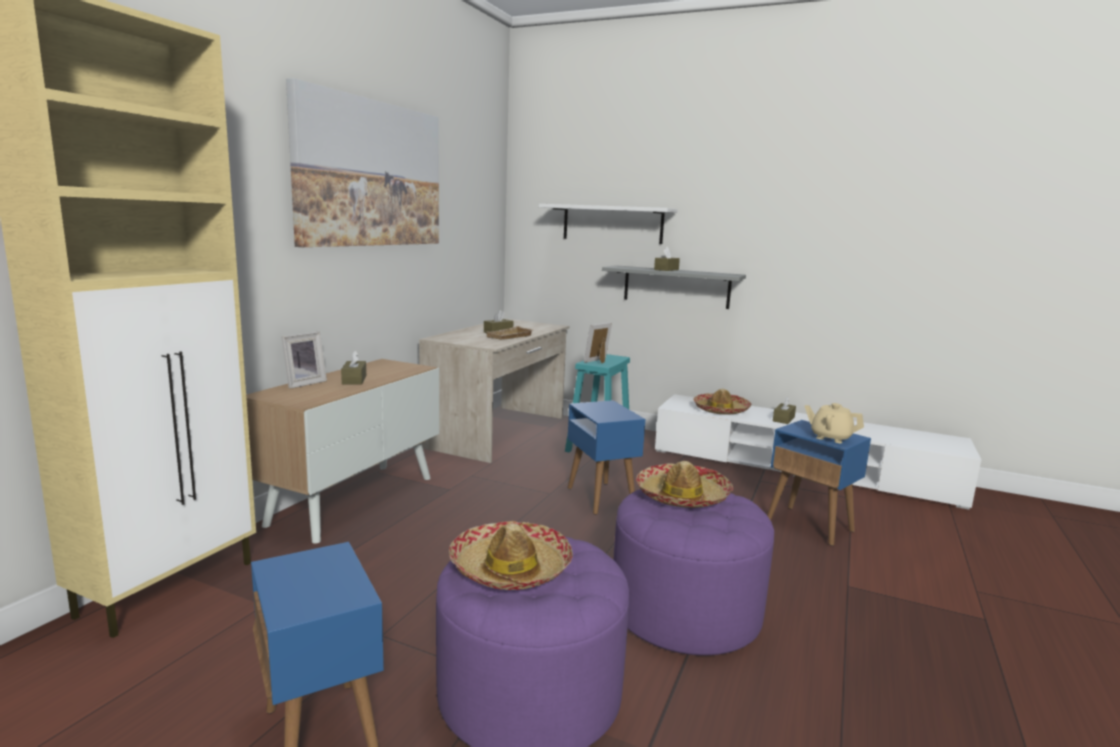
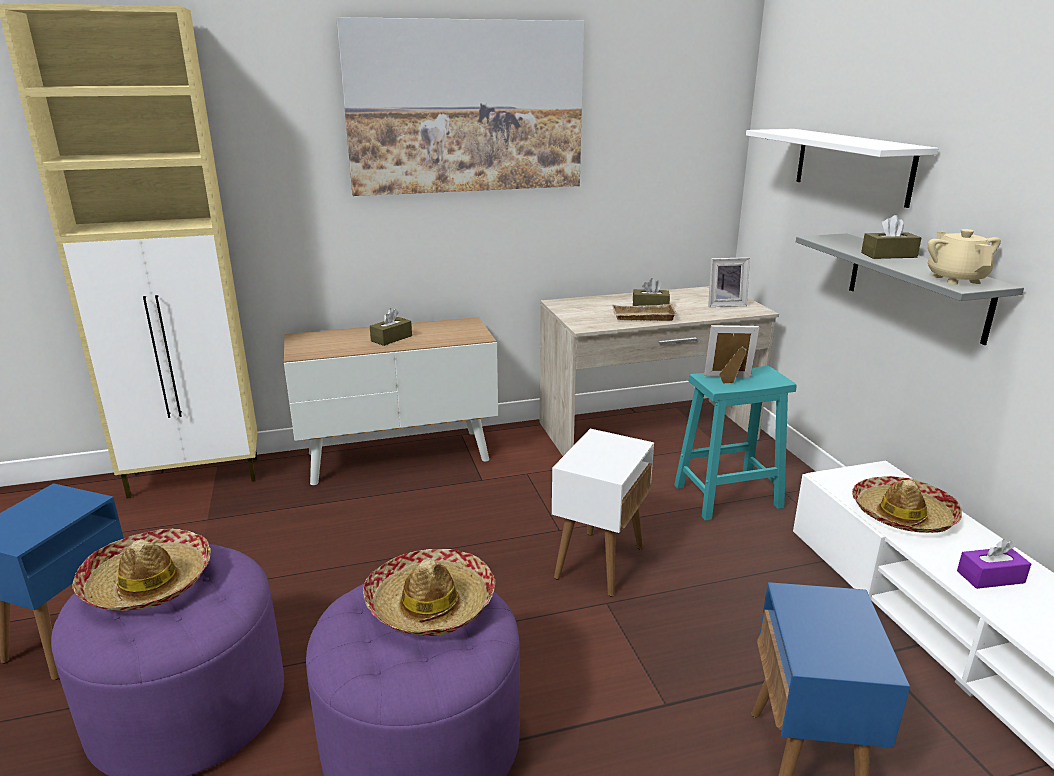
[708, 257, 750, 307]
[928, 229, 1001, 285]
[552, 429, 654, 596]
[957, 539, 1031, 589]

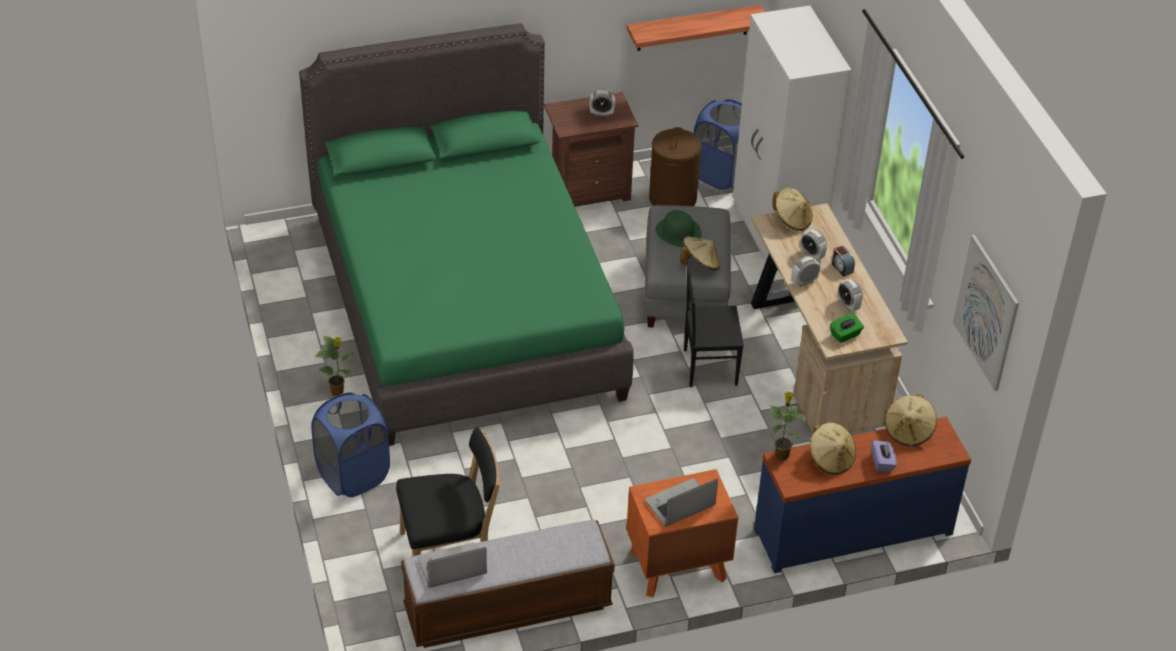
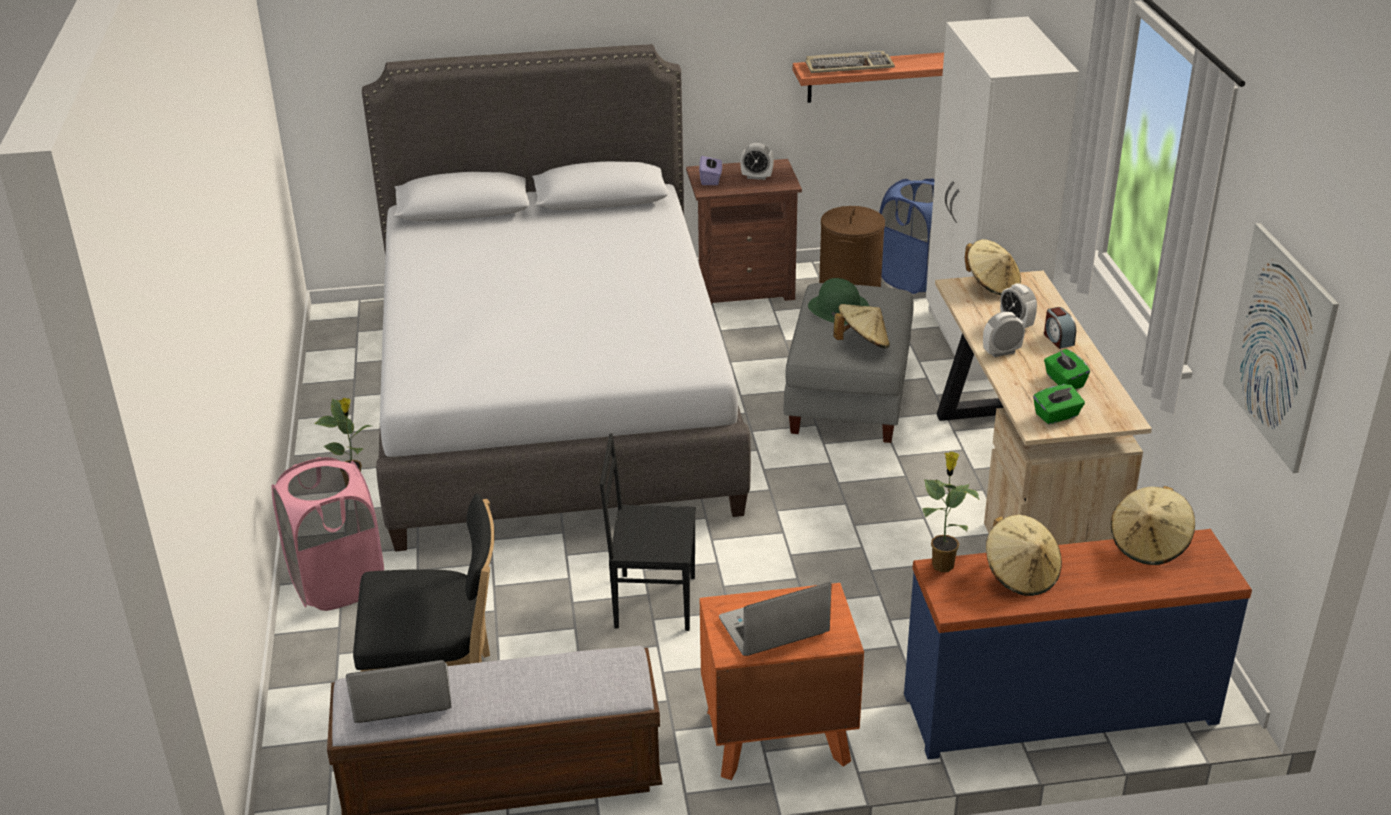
[805, 51, 895, 73]
[600, 433, 696, 631]
[699, 154, 722, 185]
[1044, 349, 1090, 389]
[362, 44, 751, 552]
[271, 457, 384, 611]

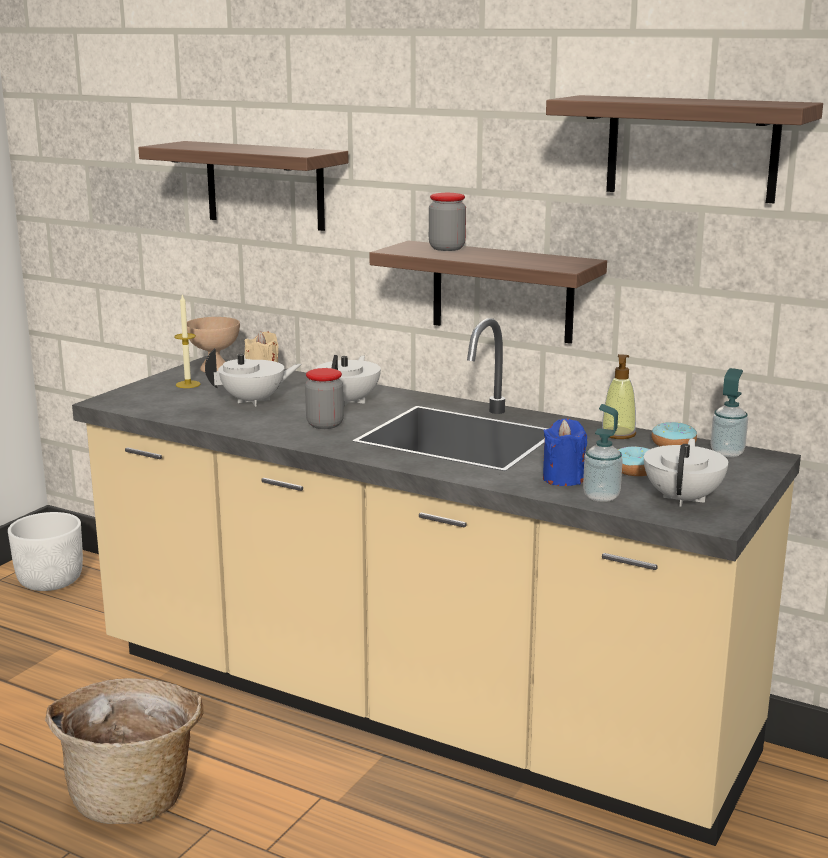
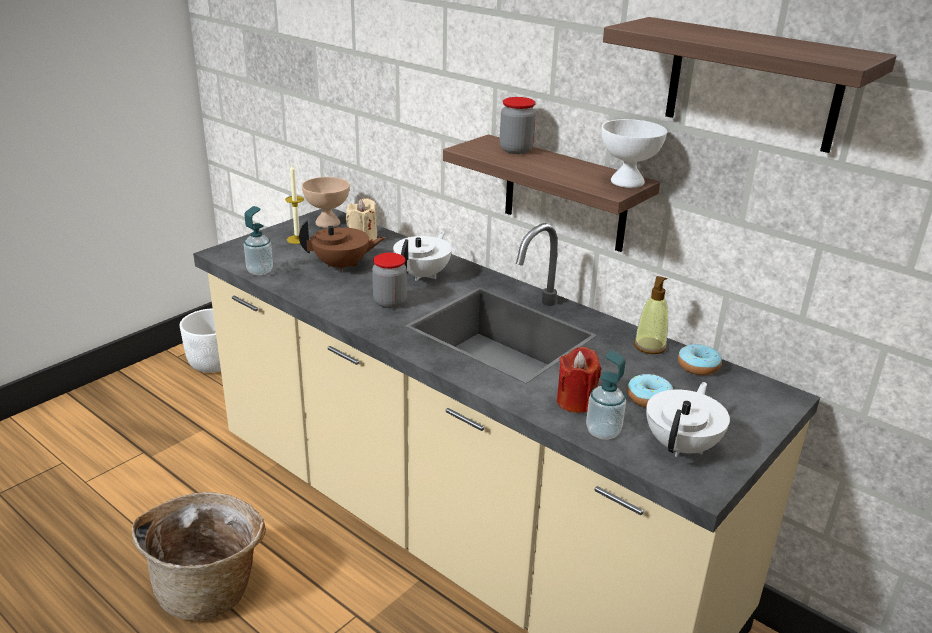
[138, 141, 349, 231] (first image)
[601, 119, 667, 188]
[244, 206, 273, 275]
[299, 220, 386, 273]
[557, 347, 601, 413]

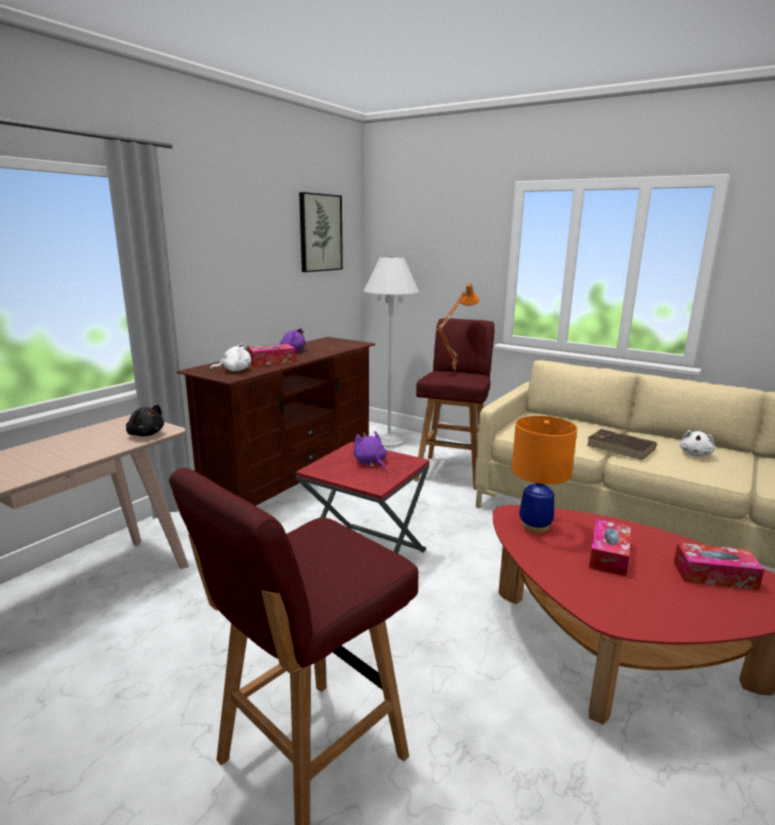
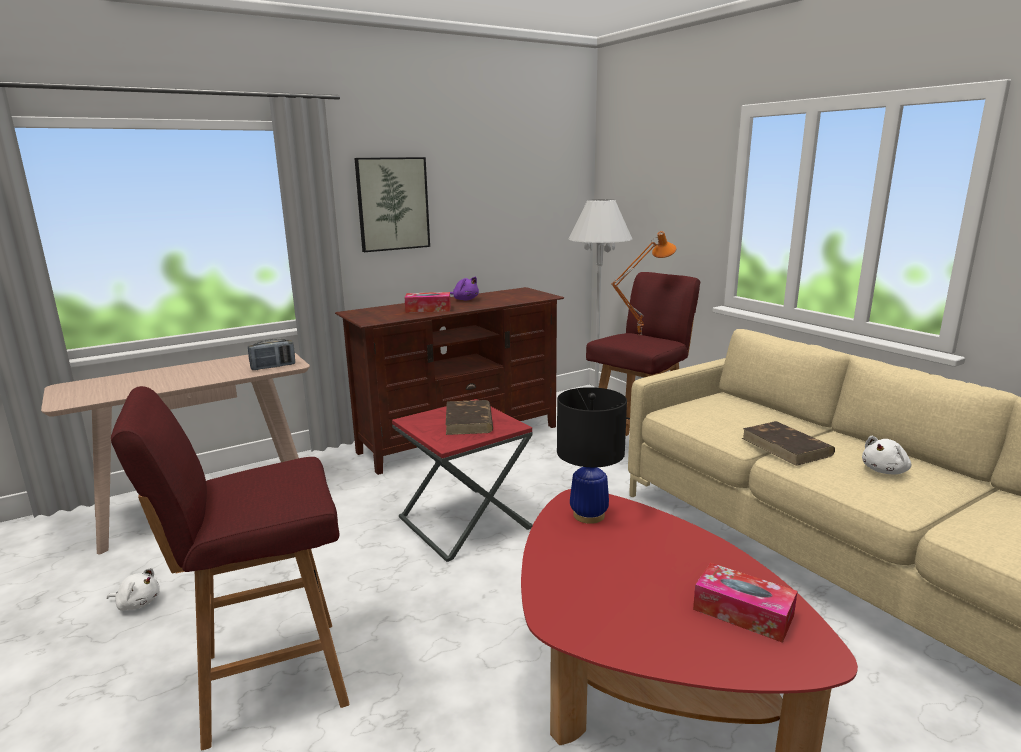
[589, 519, 631, 577] (first image)
[107, 568, 160, 611]
[354, 157, 430, 252]
[248, 339, 295, 370]
[446, 400, 493, 435]
[557, 387, 627, 524]

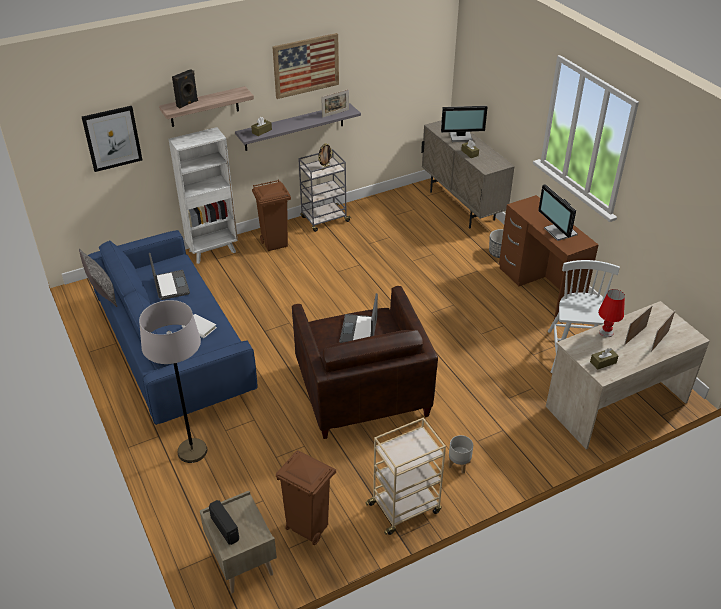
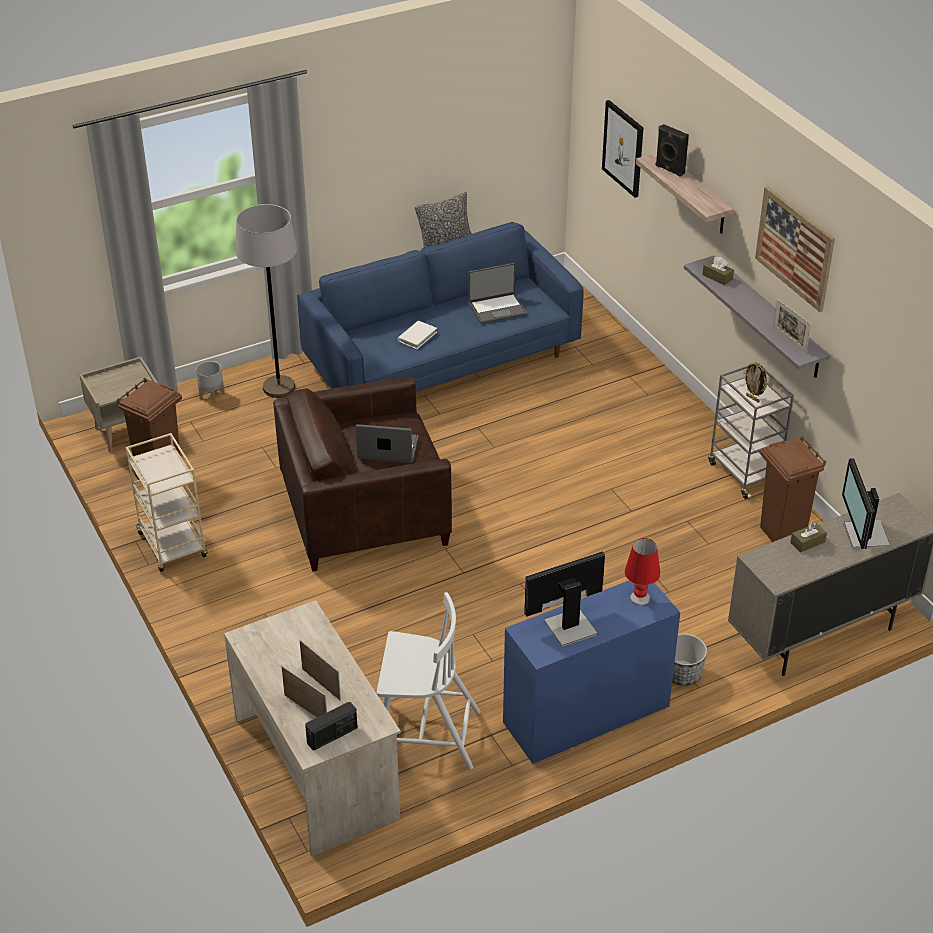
[169, 127, 238, 264] (first image)
[590, 348, 618, 370] (first image)
[305, 702, 357, 750]
[760, 436, 827, 542]
[196, 361, 225, 404]
[625, 538, 660, 605]
[503, 580, 680, 764]

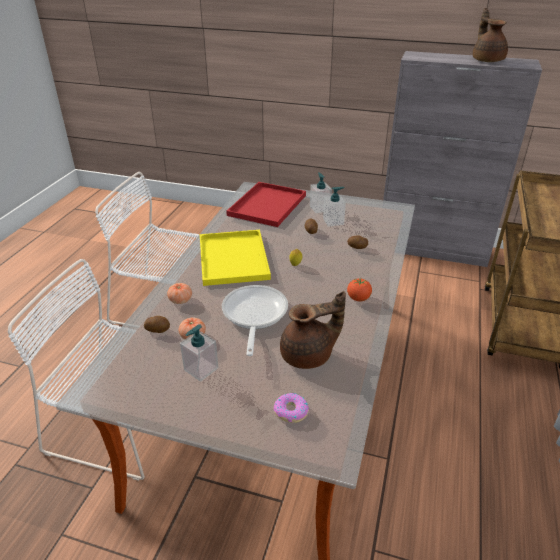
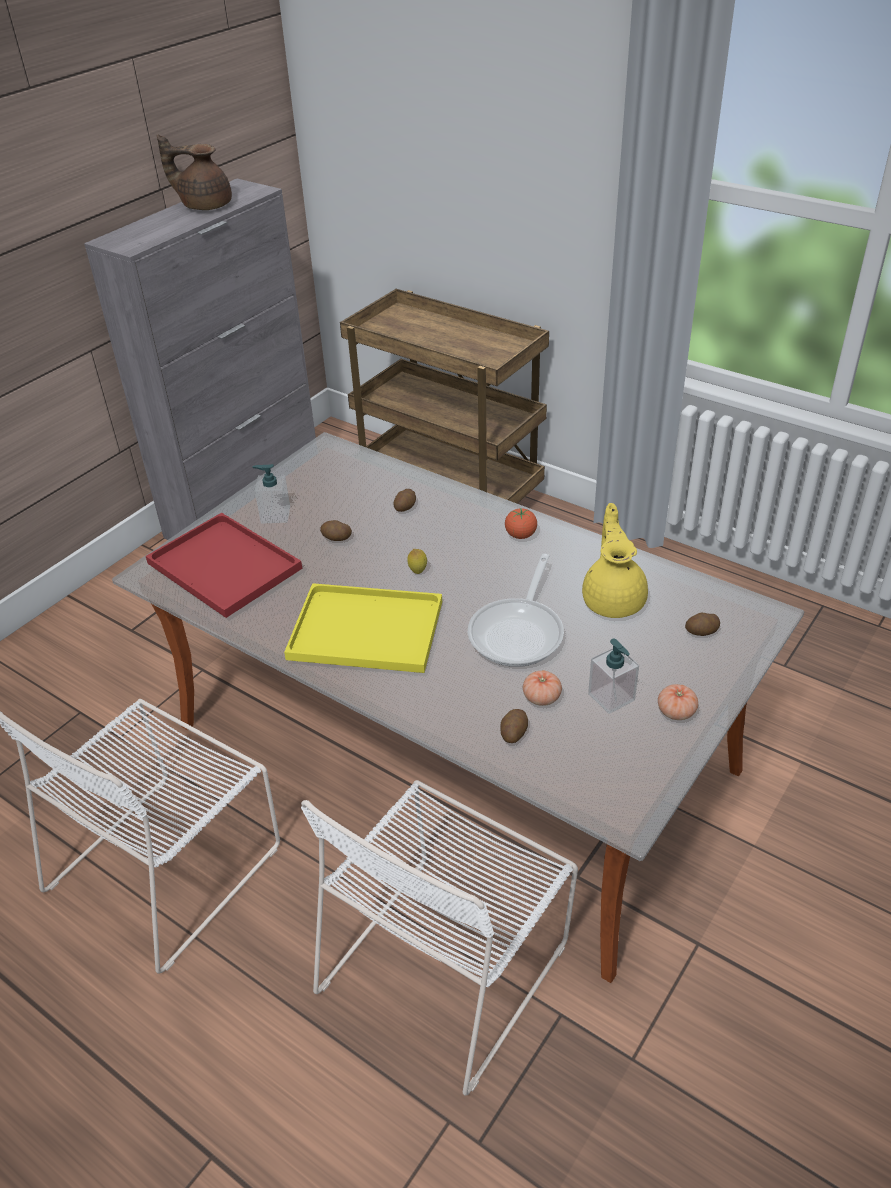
[323, 187, 346, 227] (first image)
[658, 684, 698, 720]
[685, 613, 720, 636]
[582, 503, 648, 618]
[468, 554, 564, 667]

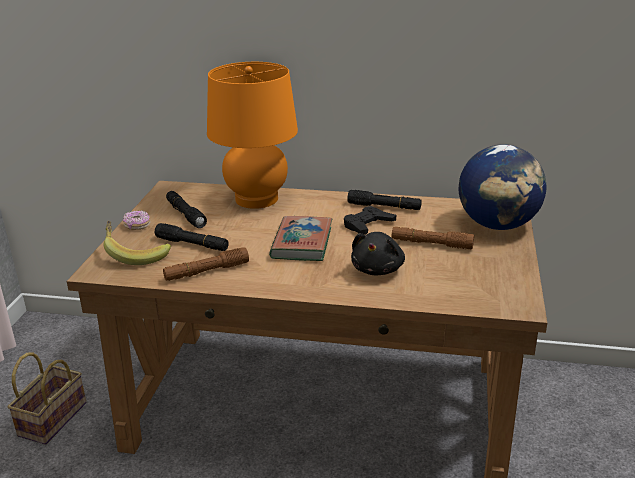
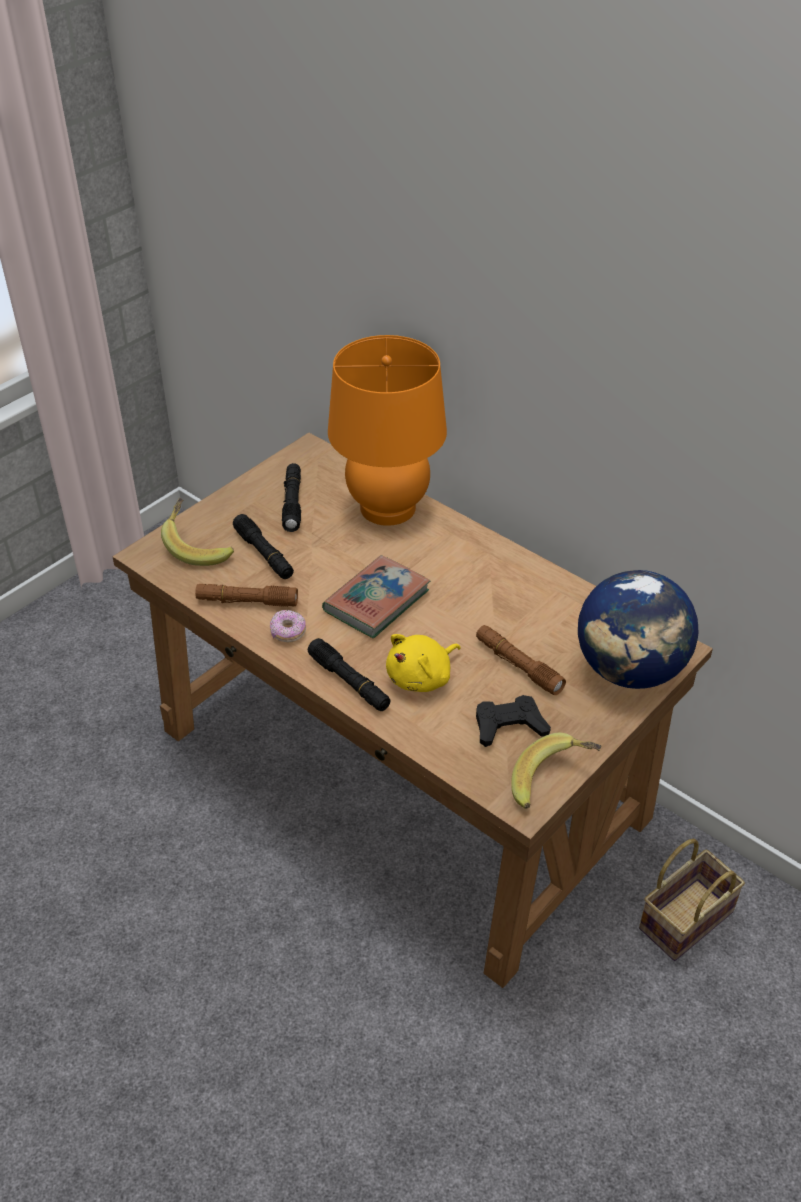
[511, 733, 601, 809]
[639, 838, 745, 961]
[270, 610, 306, 642]
[476, 695, 551, 747]
[308, 638, 390, 711]
[386, 634, 460, 692]

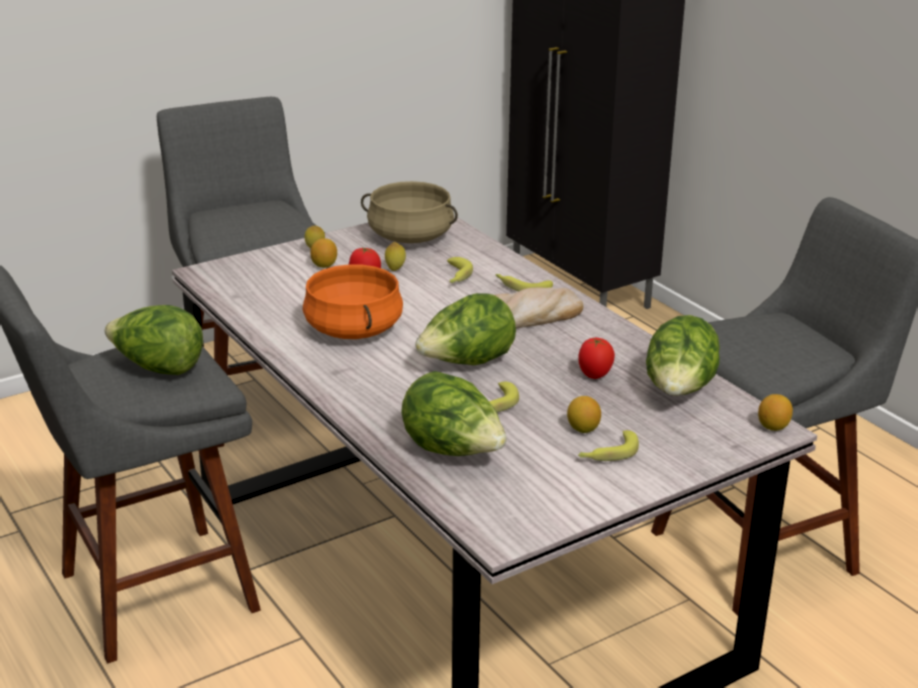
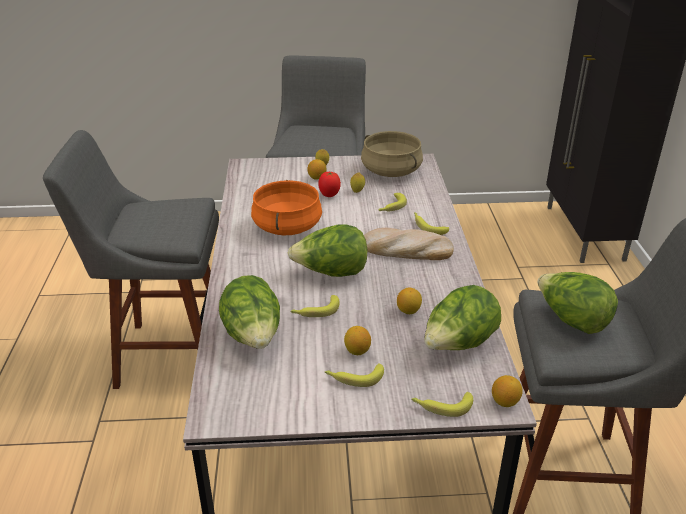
[411, 392, 473, 417]
[538, 272, 618, 334]
[397, 288, 422, 314]

